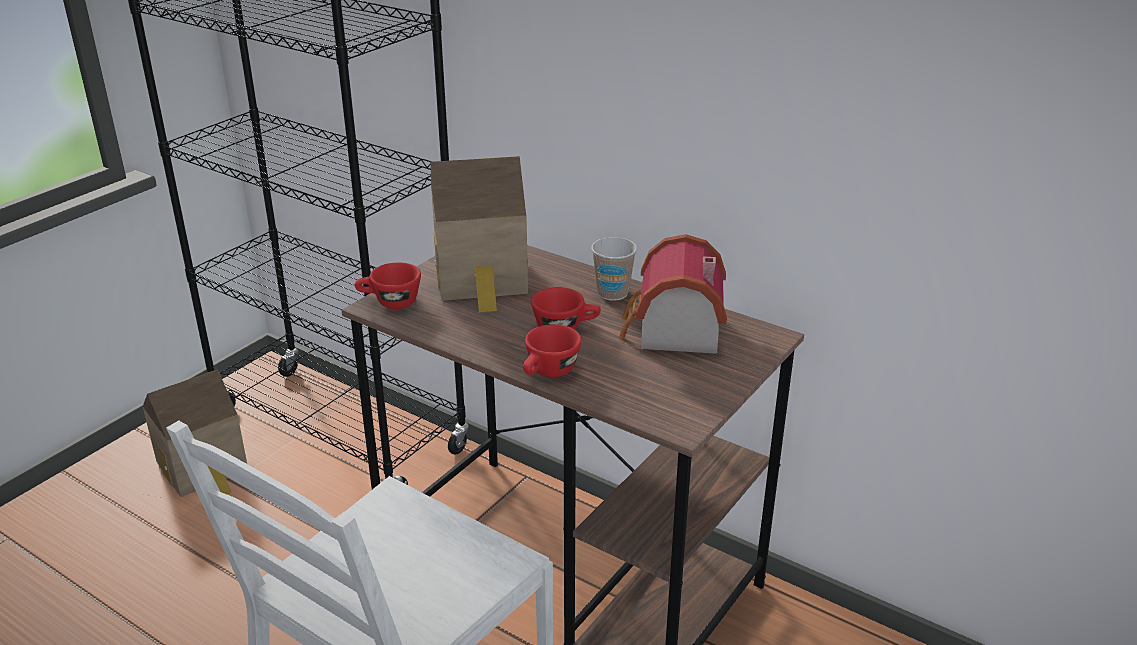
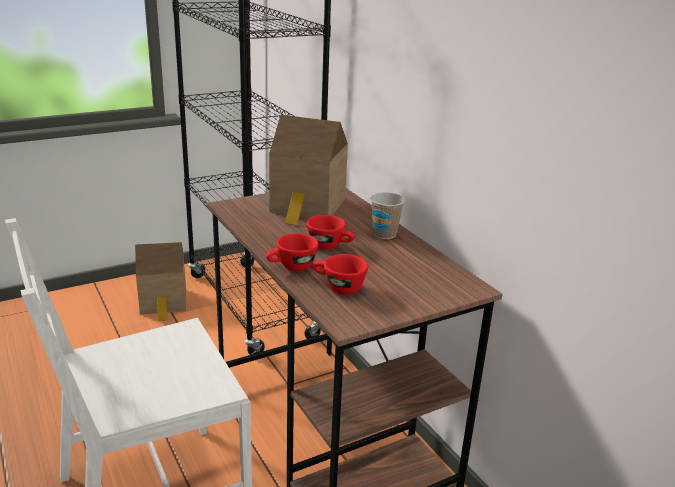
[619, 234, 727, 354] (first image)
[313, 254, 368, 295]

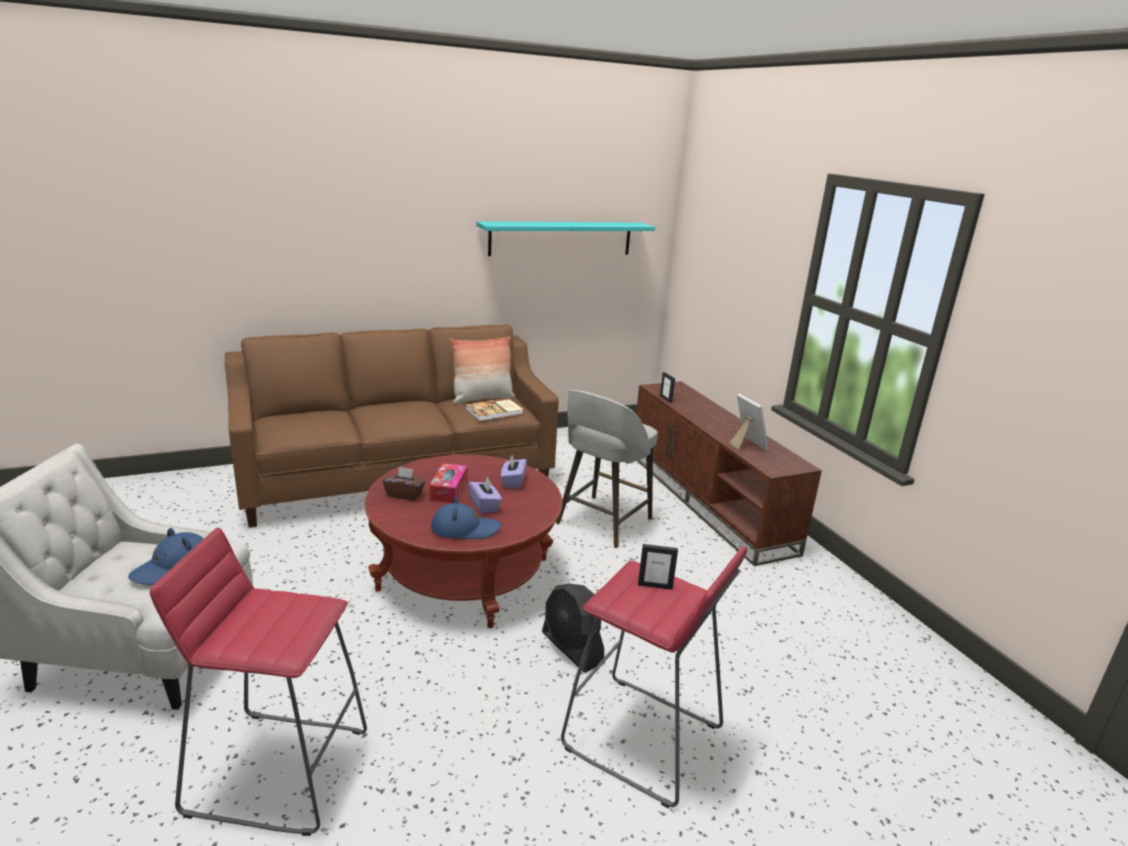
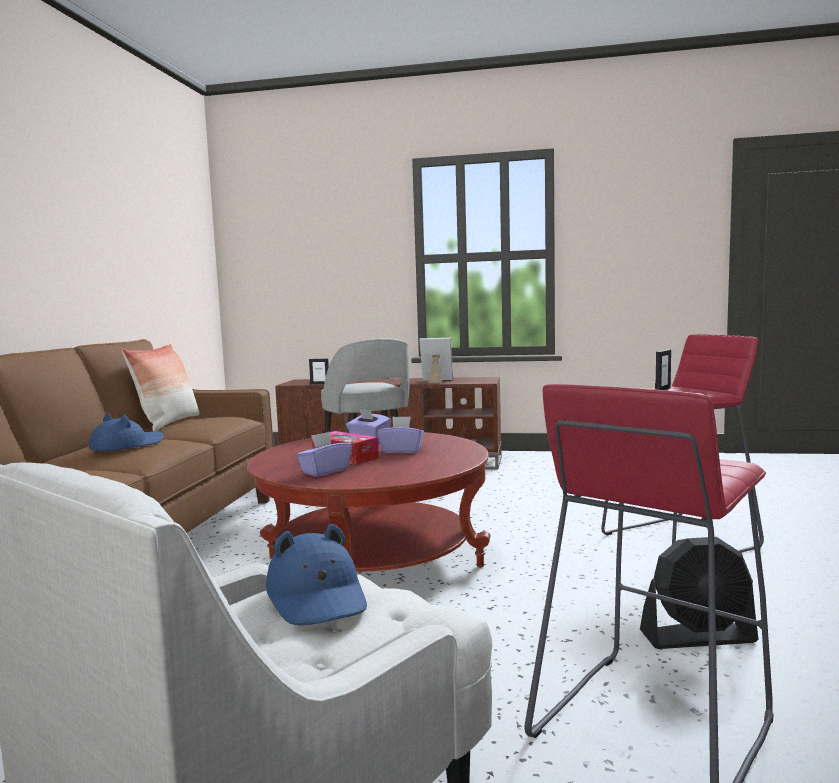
[465, 398, 523, 421] (first image)
[476, 221, 655, 256] (first image)
[89, 413, 164, 451]
[640, 537, 759, 649]
[296, 432, 352, 477]

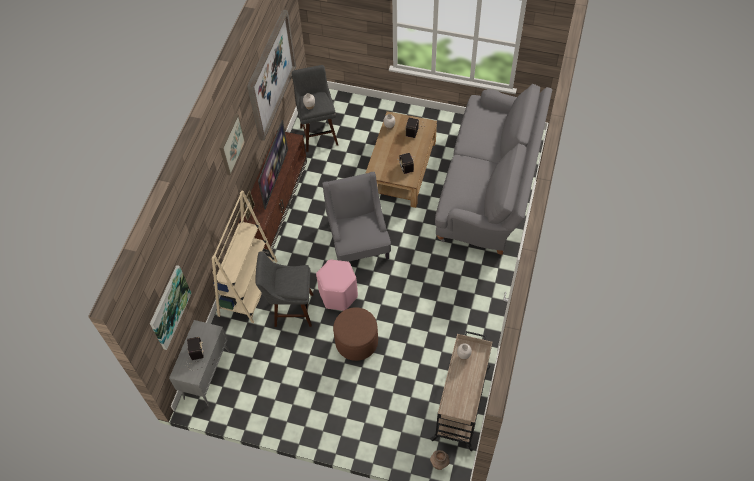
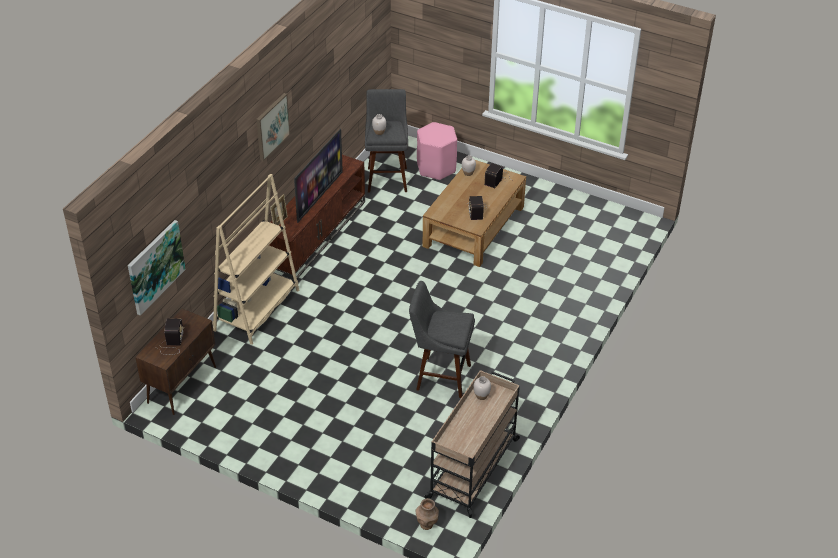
[247, 10, 296, 141] (first image)
[322, 172, 391, 262] (first image)
[333, 307, 378, 361] (first image)
[435, 84, 552, 255] (first image)
[409, 281, 475, 398]
[417, 122, 457, 181]
[135, 309, 216, 415]

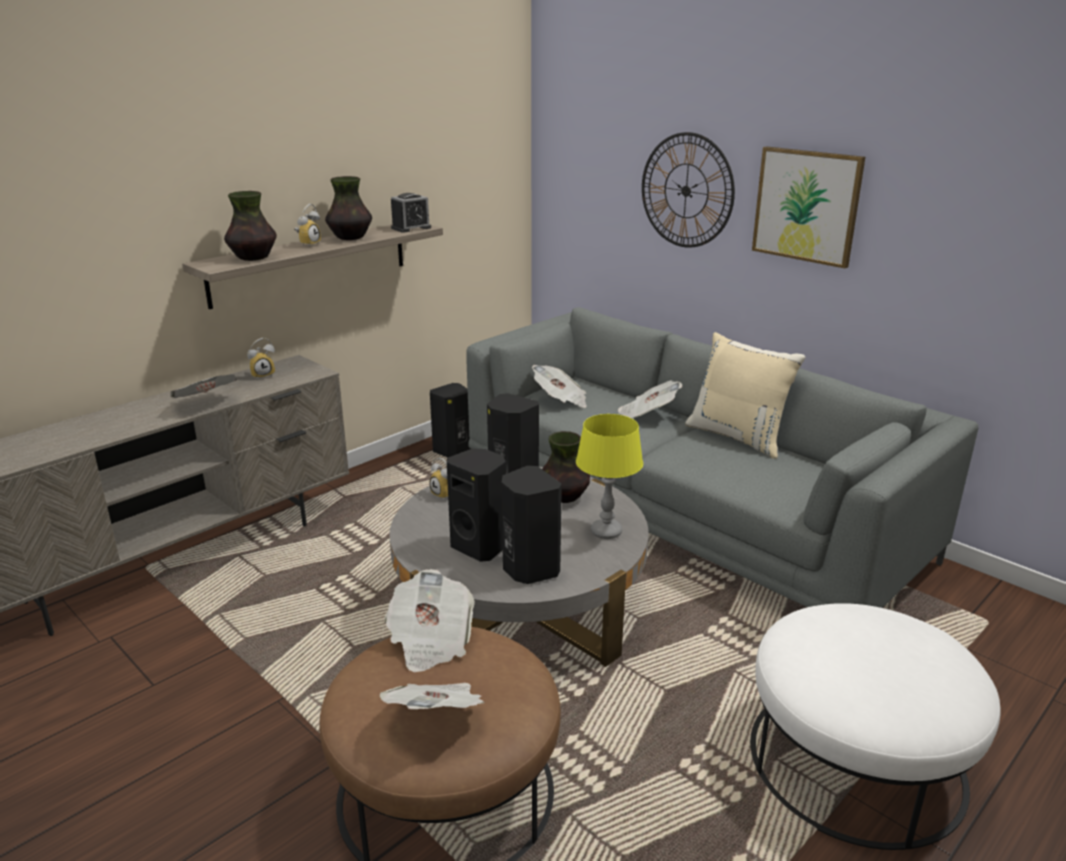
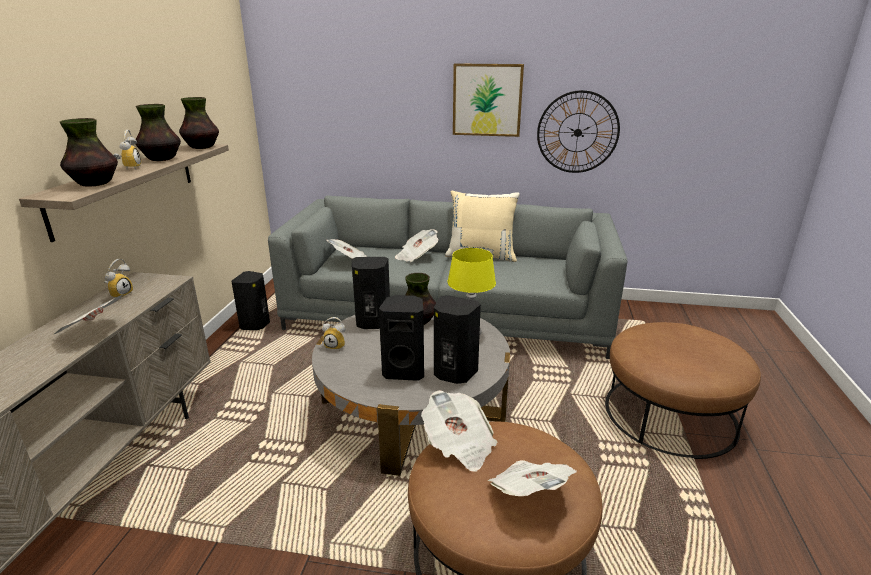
[537, 90, 620, 173]
[179, 97, 219, 149]
[605, 322, 761, 459]

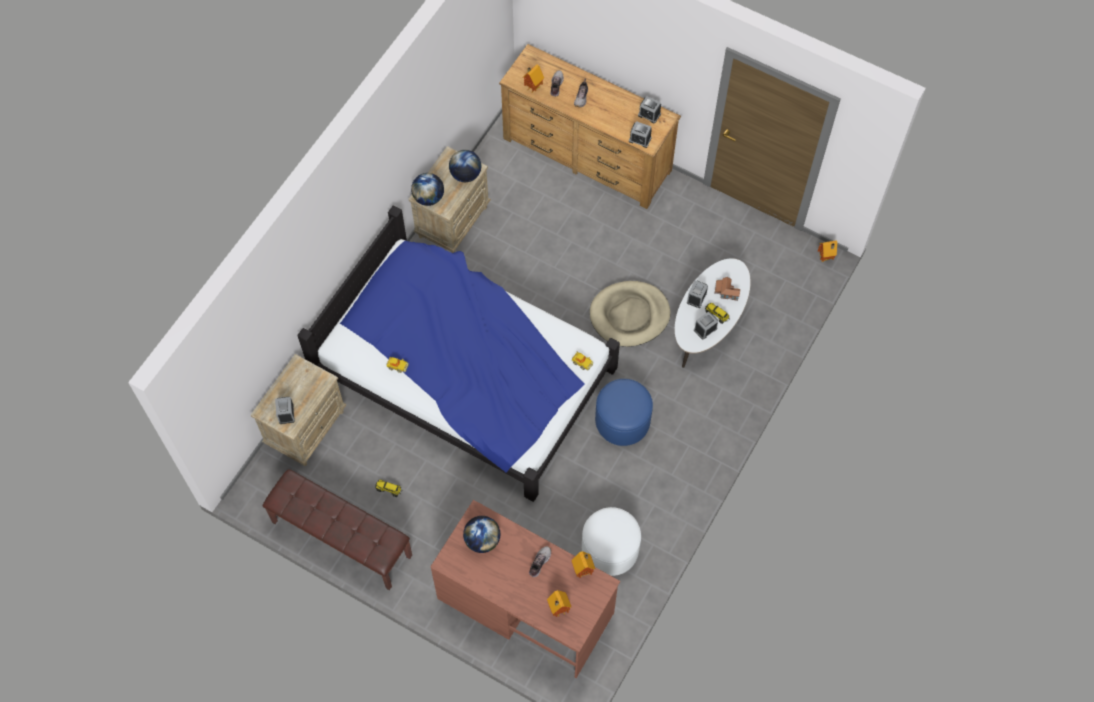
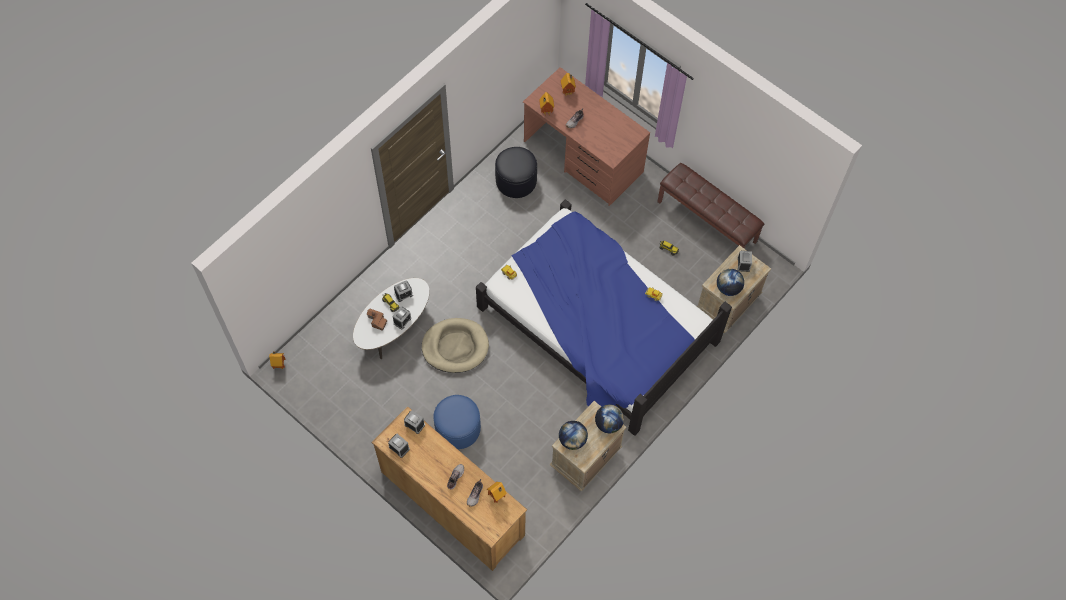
[717, 269, 744, 296]
[433, 395, 481, 449]
[495, 147, 537, 198]

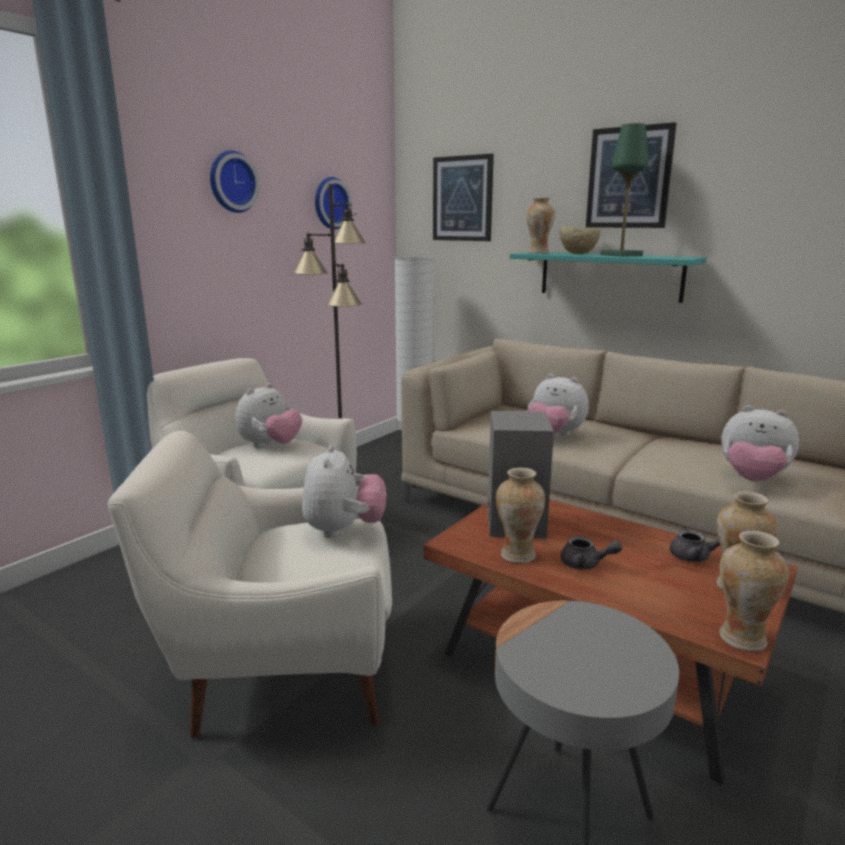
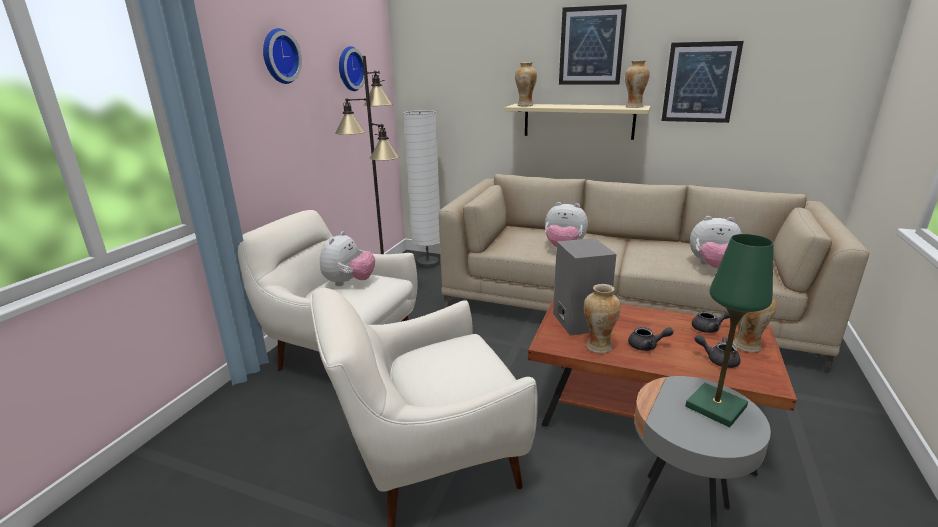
[302, 445, 386, 538] (first image)
[560, 226, 600, 254] (first image)
[695, 335, 741, 368]
[662, 41, 744, 123]
[686, 234, 774, 427]
[625, 60, 650, 108]
[504, 104, 651, 140]

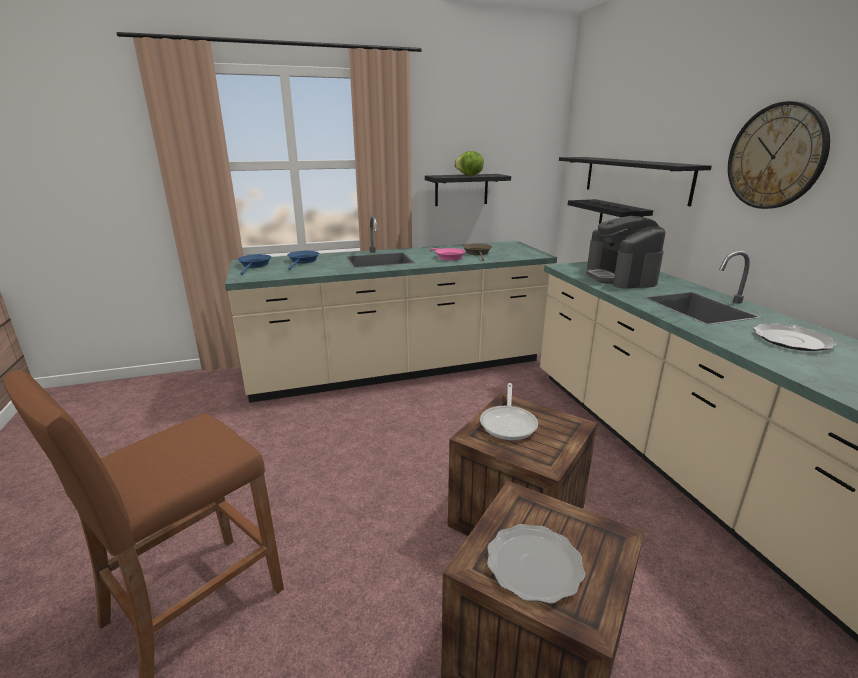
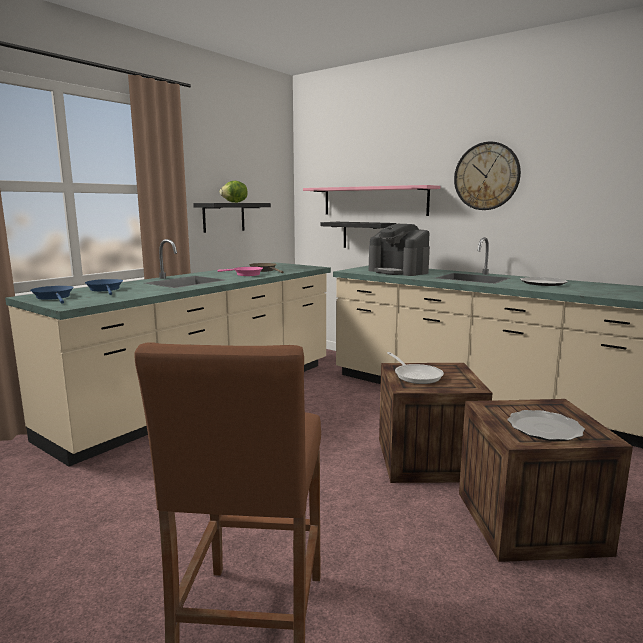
[303, 185, 440, 216]

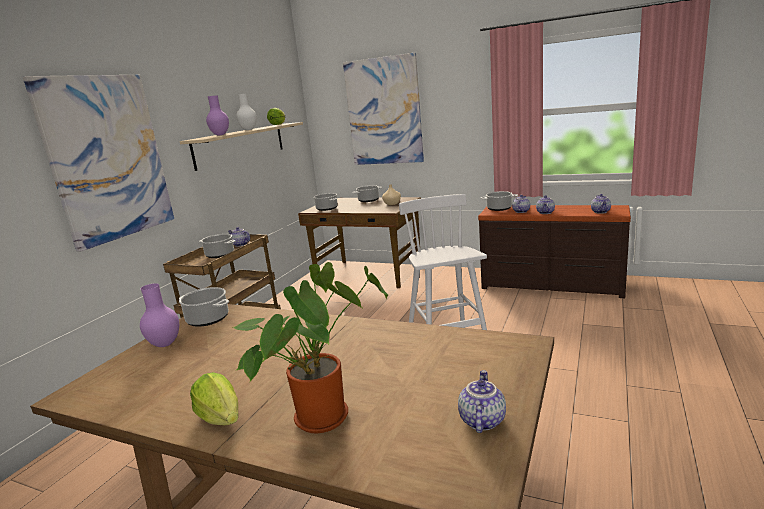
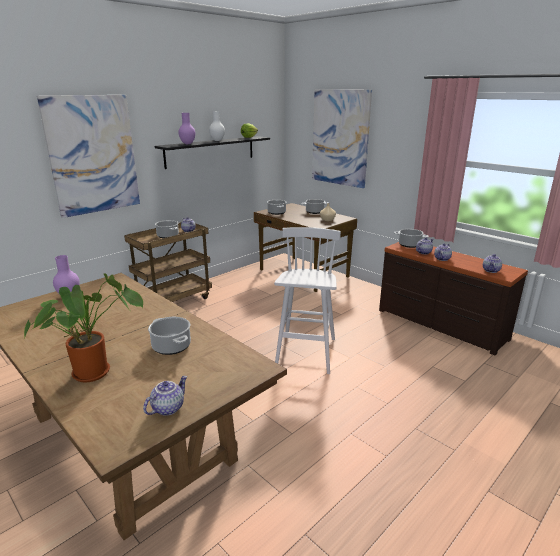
[190, 372, 239, 425] (first image)
[148, 317, 191, 355]
[154, 136, 270, 169]

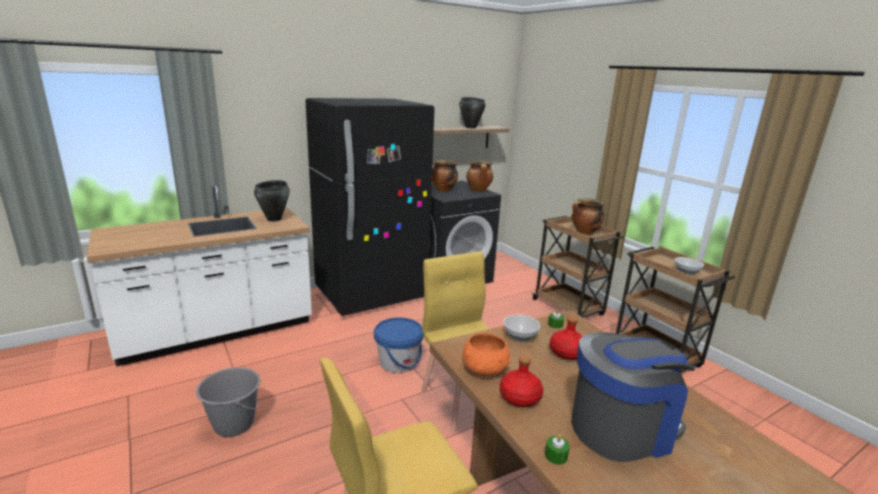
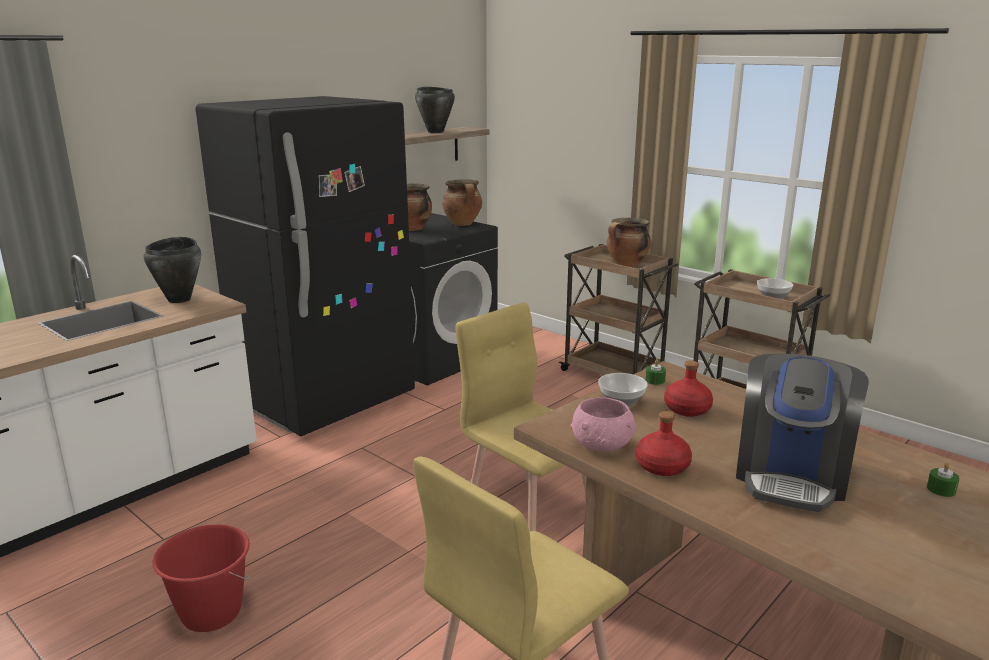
[374, 317, 424, 373] (first image)
[927, 462, 960, 497]
[153, 525, 250, 632]
[571, 397, 637, 452]
[736, 354, 869, 512]

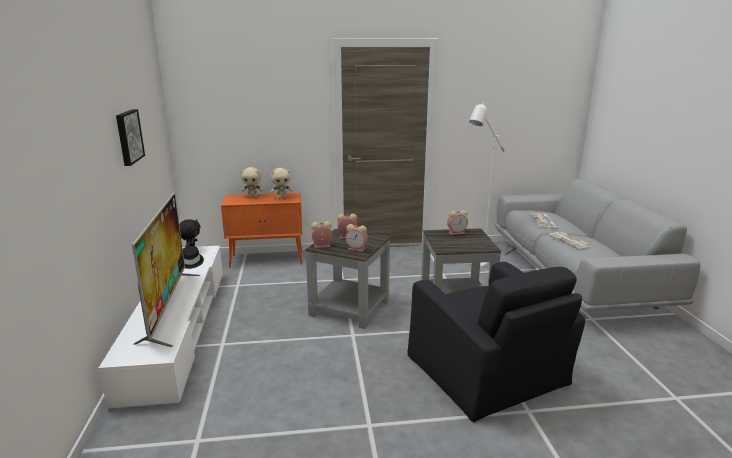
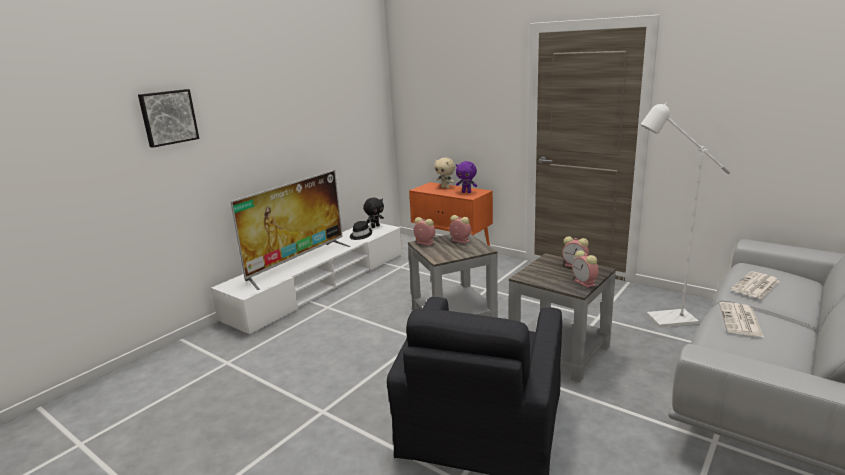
[138, 89, 199, 148]
[572, 250, 599, 288]
[456, 161, 477, 193]

